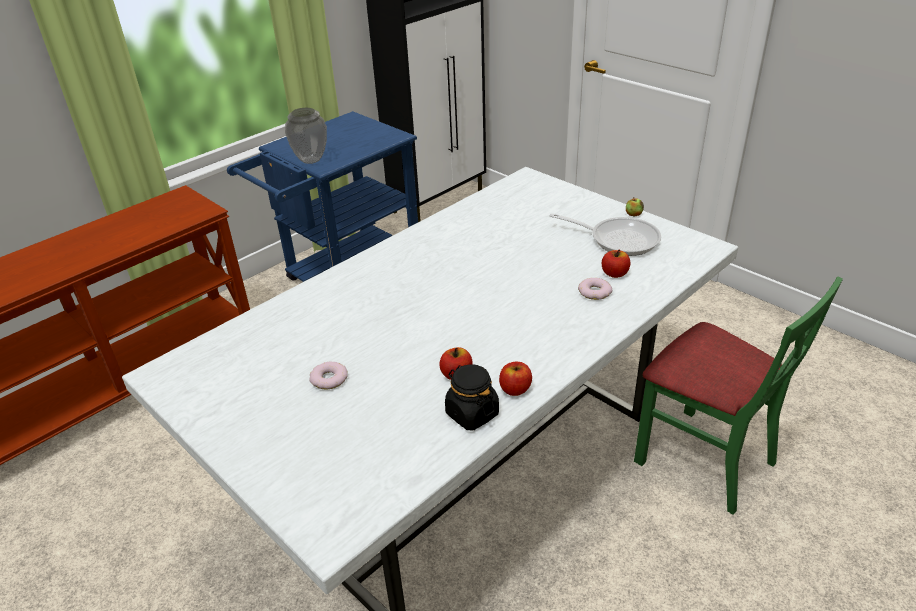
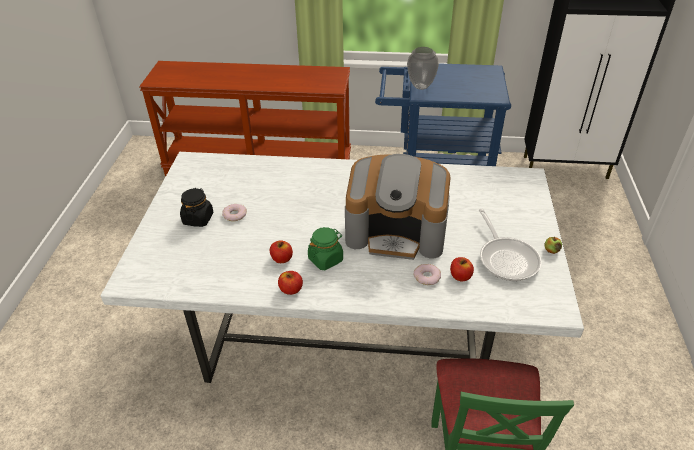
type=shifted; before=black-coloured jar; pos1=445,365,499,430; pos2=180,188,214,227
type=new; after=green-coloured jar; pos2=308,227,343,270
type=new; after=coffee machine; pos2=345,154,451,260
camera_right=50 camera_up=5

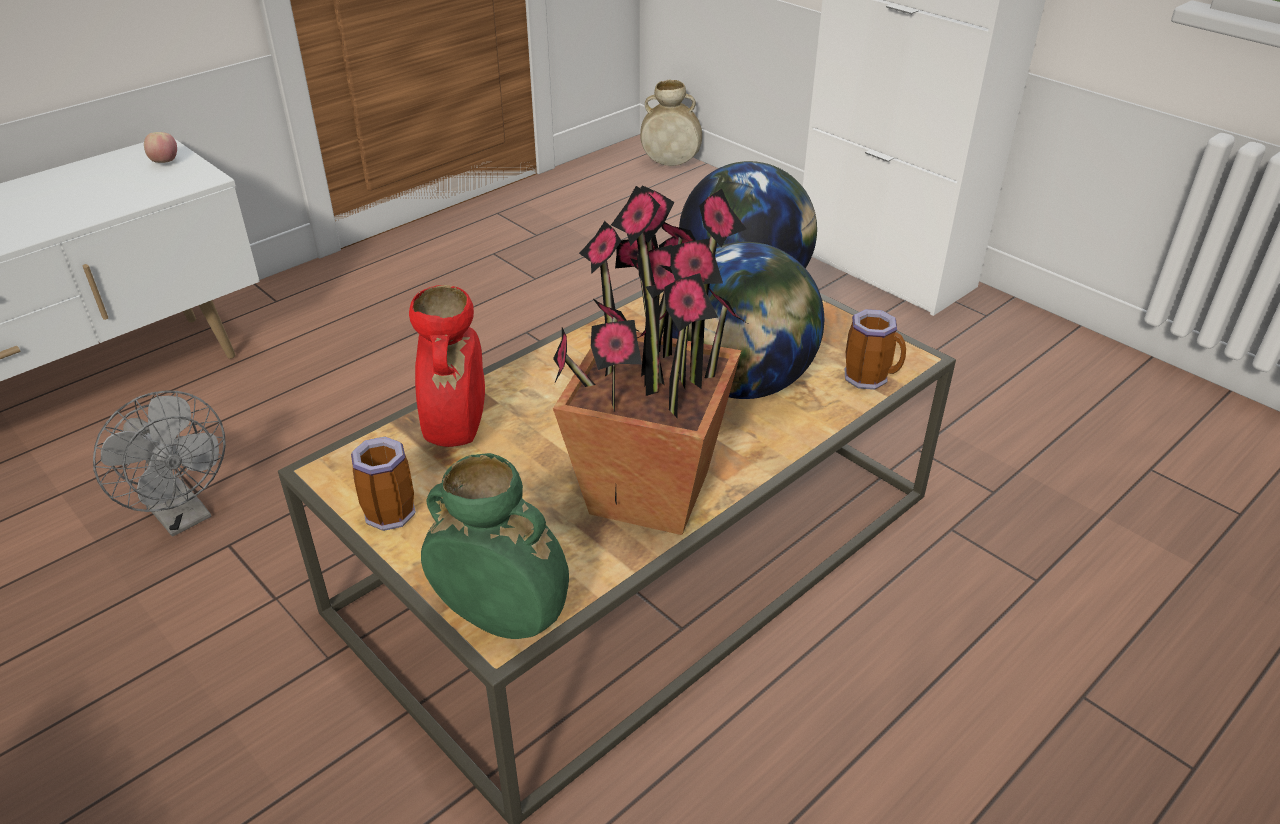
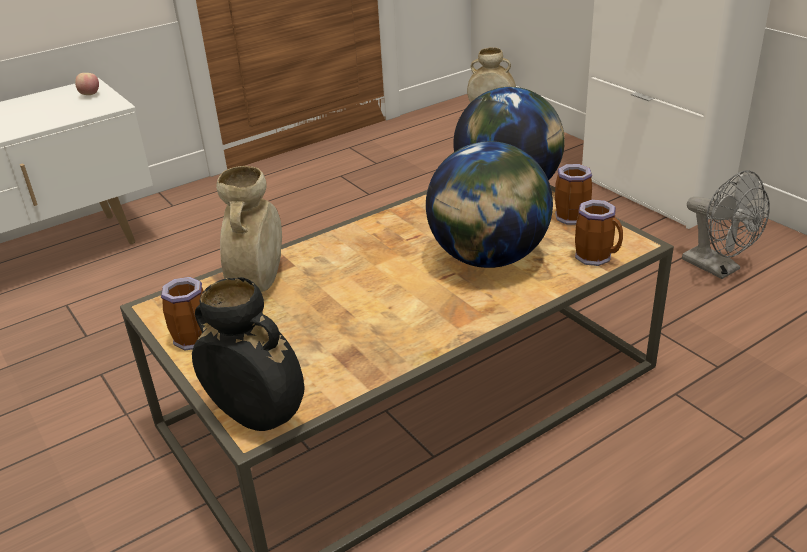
type=shifted; before=grey fan; pos1=93,391,226,537; pos2=682,171,770,279
type=repainted; before=red flower vase; after=beige-coloured flower vase; pos1=409,285,485,447; pos2=216,166,282,292
type=repainted; before=green-coloured flower vase; after=black-coloured flower vase; pos1=421,453,569,639; pos2=192,277,304,431
type=gone; before=plant in a pot; pos1=553,185,747,535
type=new; after=tea mug; pos2=555,164,592,225
camera_right=10 camera_up=-5

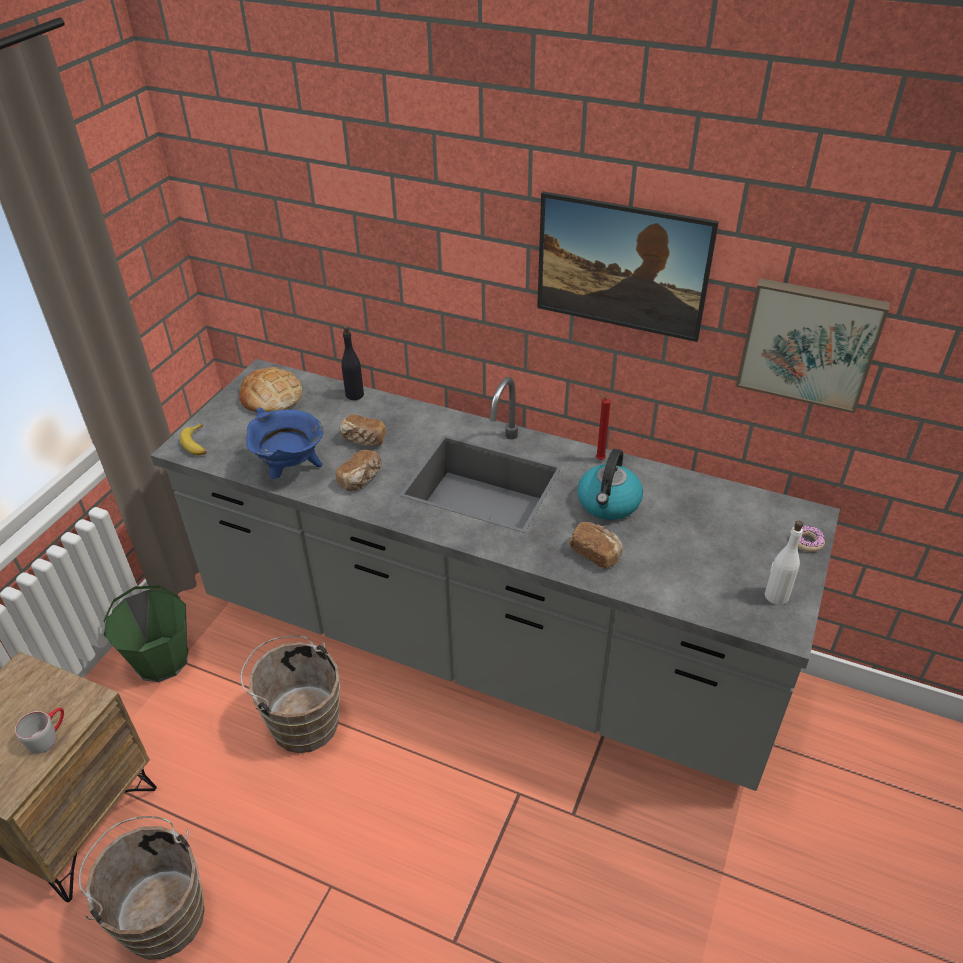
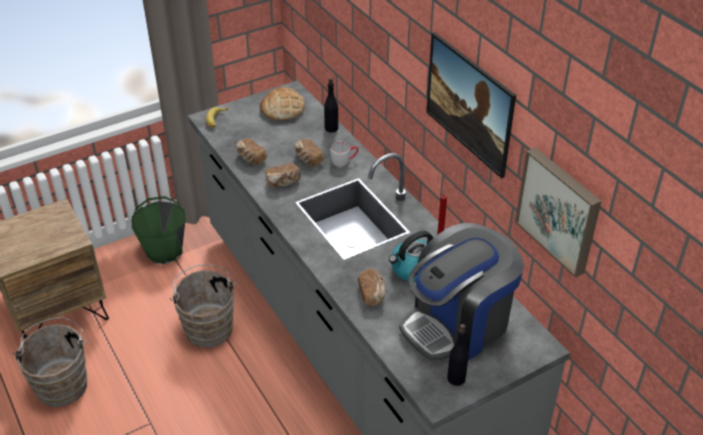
type=shifted; before=grey tea mug; pos1=15,708,64,754; pos2=330,142,358,167
type=swapped; before=blue stockpot; after=bakery bread; pos1=246,407,323,479; pos2=236,138,267,166
type=repainted; before=whitish beverage bottle; after=black-coloured beverage bottle; pos1=765,520,803,605; pos2=447,324,469,386
type=gone; before=donut; pos1=798,526,825,552
type=new; after=coffee machine; pos2=399,223,524,361
camera_right=35 camera_up=0

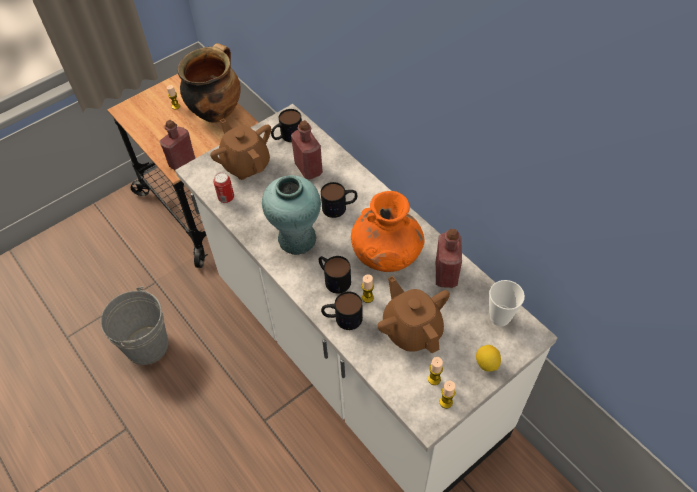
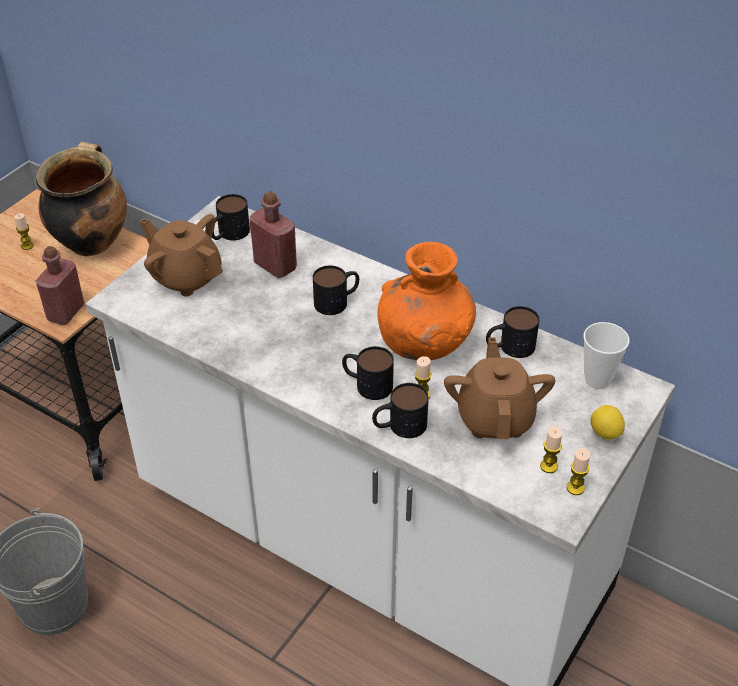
type=gone; before=can; pos1=213,173,234,203
type=gone; before=turquoise flower vase; pos1=262,175,321,255
type=rotated; before=brownish teapot; pos1=377,276,450,353; pos2=444,337,555,439; turn=45
type=swapped; before=red beverage bottle; after=tea mug; pos1=436,229,462,288; pos2=486,306,539,358
camera_right=-20 camera_up=-10

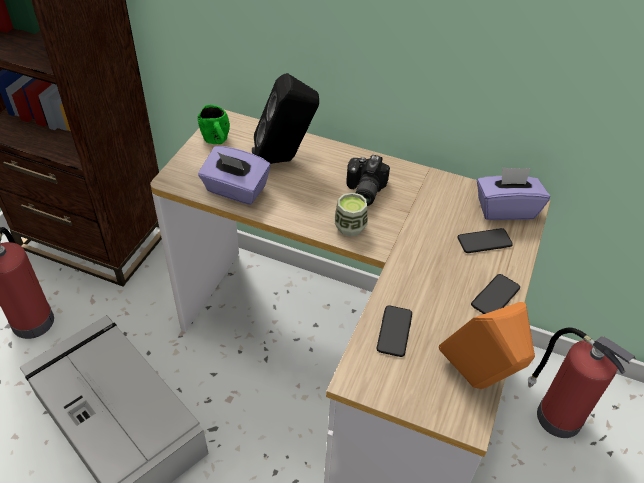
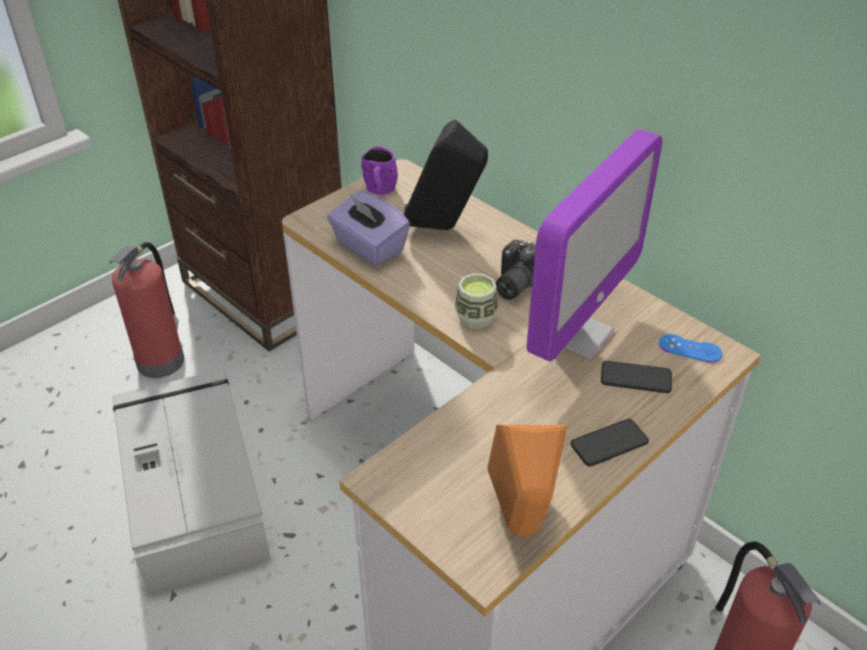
type=repainted; before=green-coloured tea mug; after=purplish tea mug; pos1=198,105,230,144; pos2=361,146,398,195
type=gone; before=telephone; pos1=376,306,412,357
type=swapped; before=purplish box of tissues; after=blue gamepad; pos1=477,167,550,220; pos2=659,334,722,363
type=new; after=monitor; pos2=527,129,662,361
camera_right=25 camera_up=-5

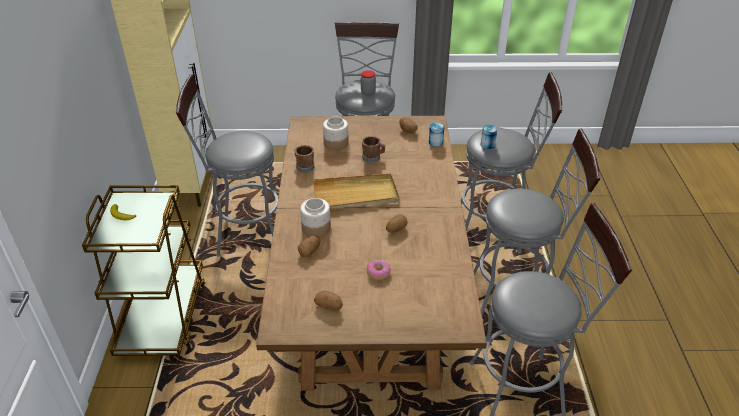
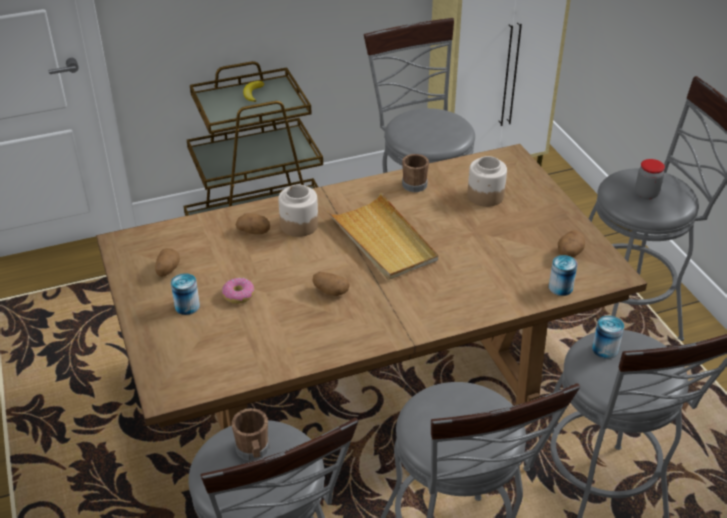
type=shifted; before=brownish tea mug; pos1=362,136,385,163; pos2=232,408,269,461
type=new; after=can; pos2=171,273,200,315
camera_right=70 camera_up=0

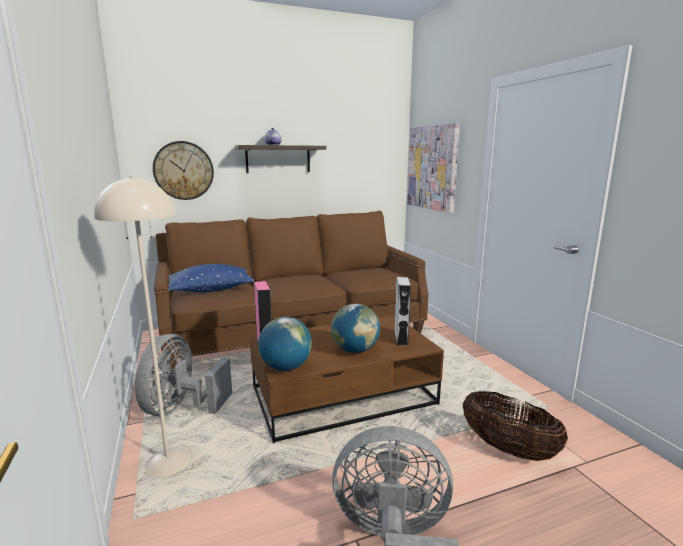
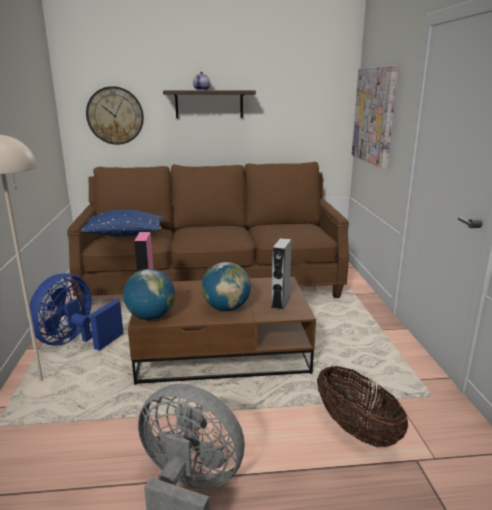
type=repainted; before=grey fan; after=blue fan; pos1=135,334,232,416; pos2=28,273,124,351
camera_right=15 camera_up=5

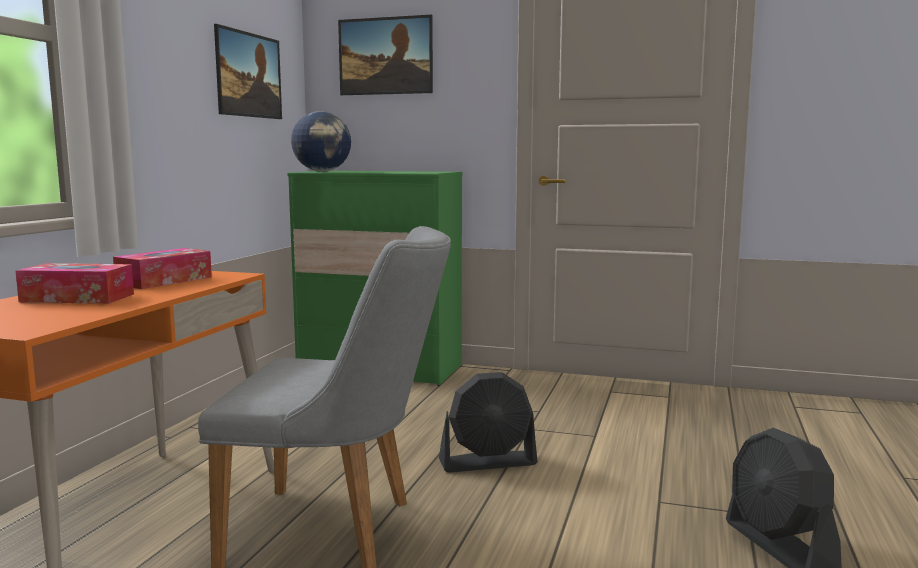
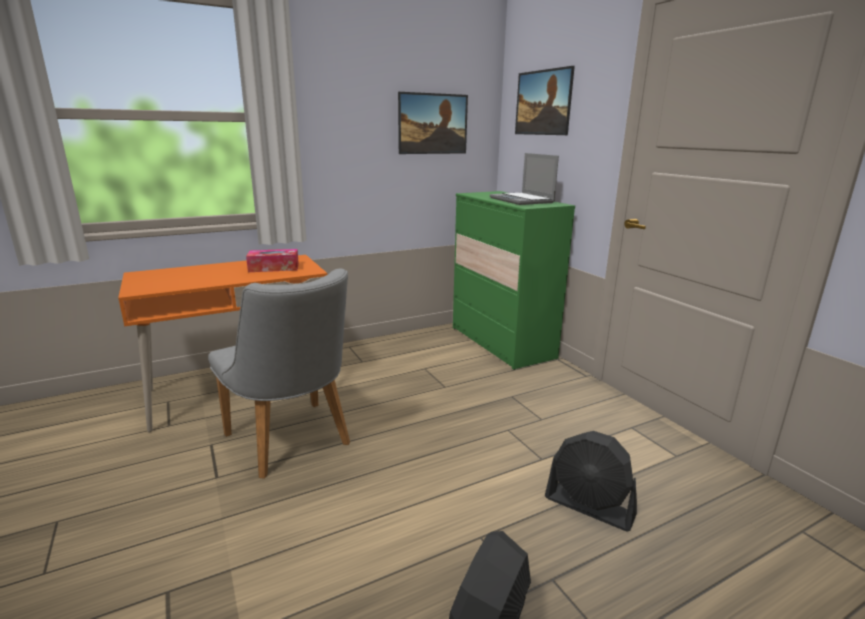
type=gone; before=box of tissues; pos1=15,263,134,304
type=gone; before=globe; pos1=291,111,351,171
type=shifted; before=black-coloured fan; pos1=439,372,538,473; pos2=545,431,637,531
type=new; after=laptop; pos2=490,153,559,205
camera_right=45 camera_up=10

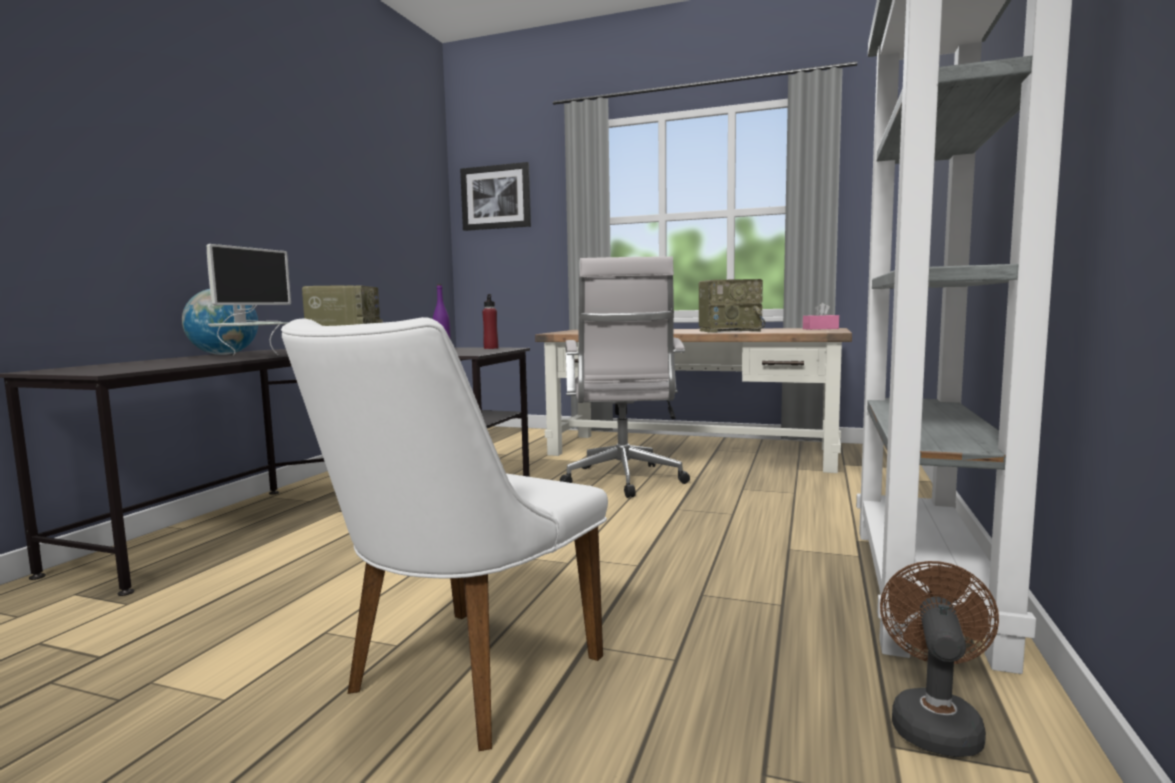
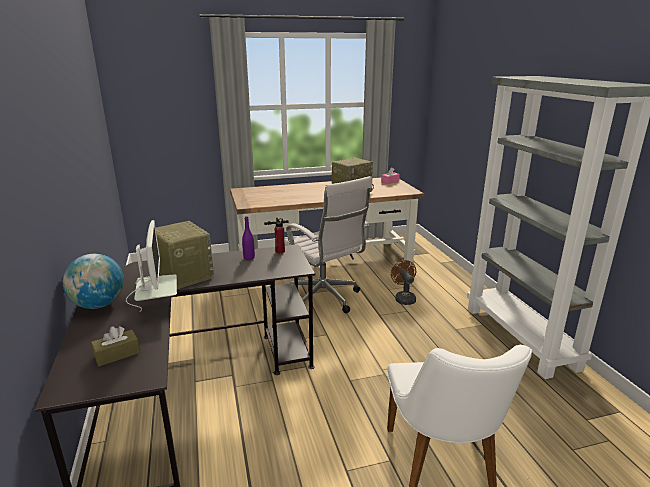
type=gone; before=wall picture; pos1=460,162,531,231
type=shifted; before=brownish fan; pos1=880,561,999,757; pos2=391,260,416,305
type=new; after=brownish box of tissues; pos2=91,326,140,367
camera_right=-35 camera_up=15

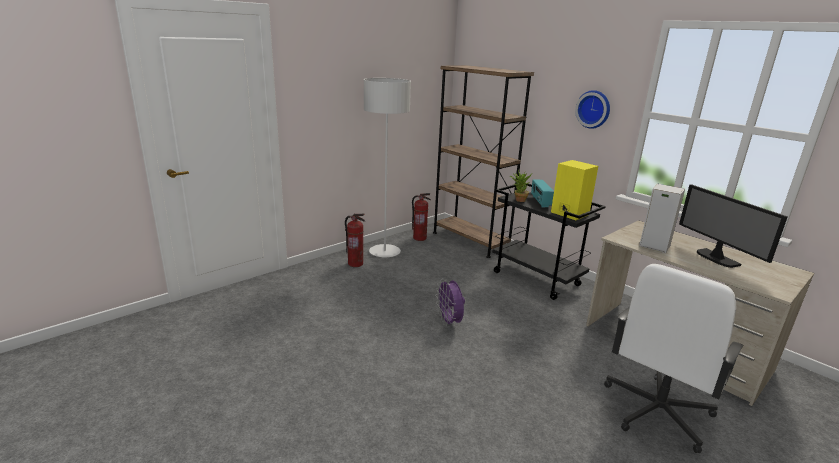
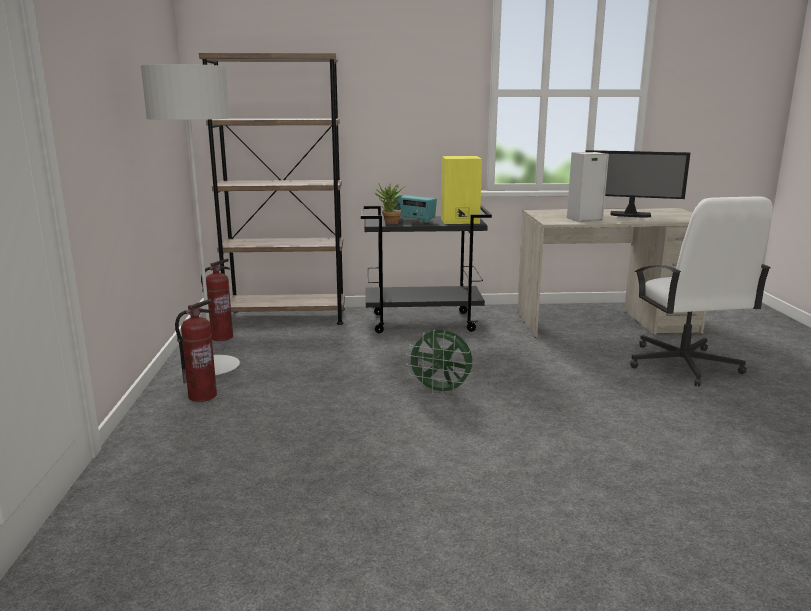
type=repainted; before=purplish fan; after=green-coloured fan; pos1=435,279,465,324; pos2=406,330,473,396
type=gone; before=hanging clock; pos1=575,90,610,129
camera_right=-50 camera_up=-5

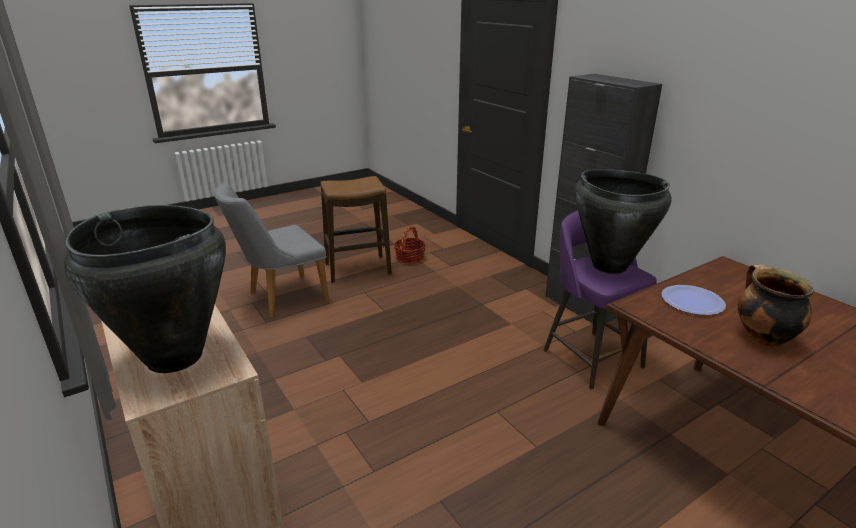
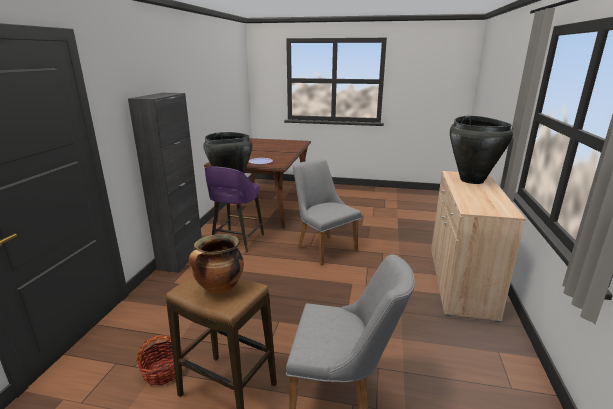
type=shifted; before=stockpot; pos1=738,265,814,347; pos2=189,234,244,295
type=new; after=grey chair; pos2=293,159,361,266
camera_right=-135 camera_up=-5

